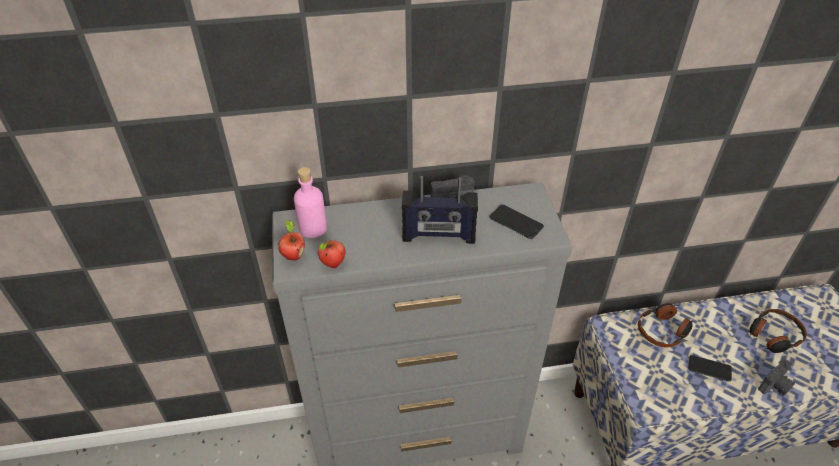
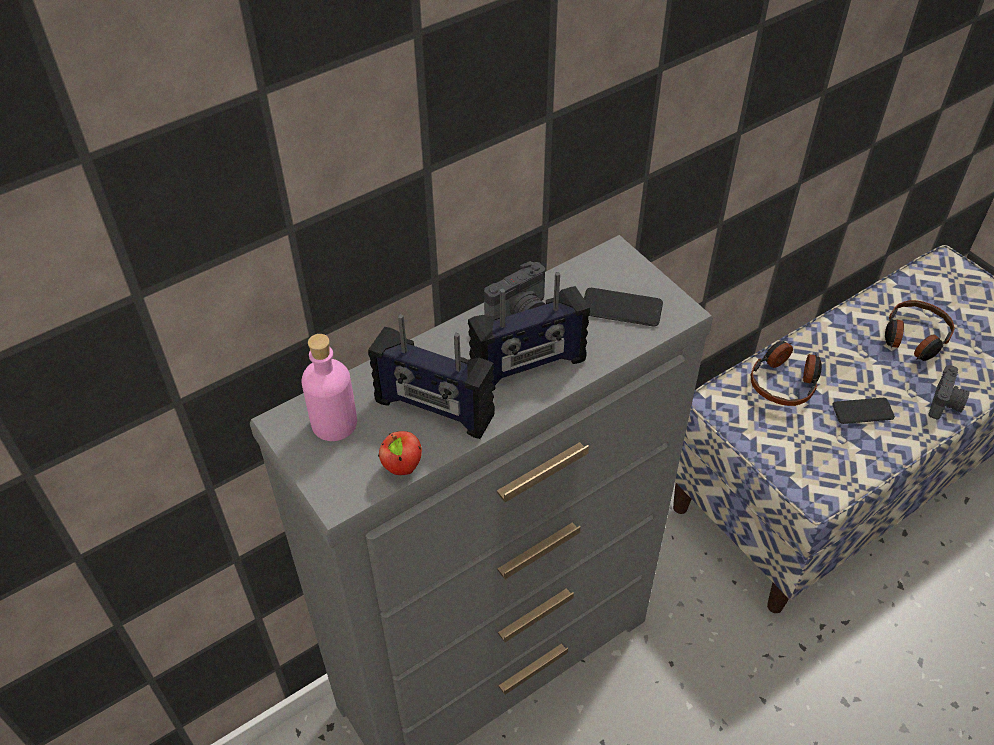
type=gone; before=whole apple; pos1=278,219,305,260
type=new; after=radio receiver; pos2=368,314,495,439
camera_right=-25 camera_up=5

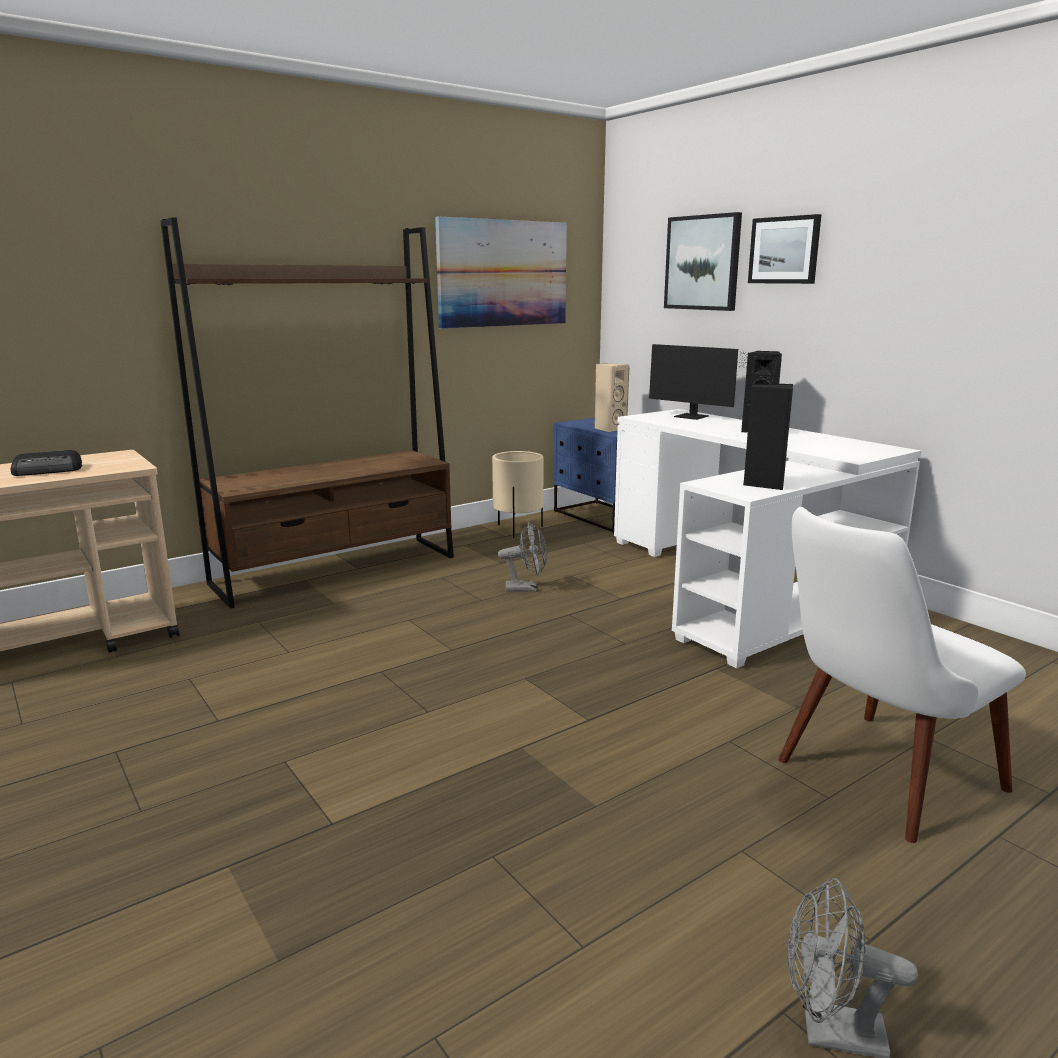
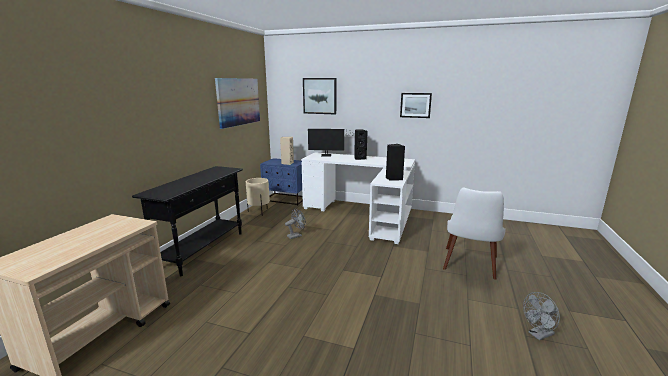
type=gone; before=radio receiver; pos1=10,450,82,476
type=swapped; before=brownish shelving unit; after=black-coloured hall table; pos1=160,217,454,609; pos2=132,166,243,276
type=shifted; before=wall picture; pos1=748,214,821,284; pos2=400,93,432,118
camera_right=-35 camera_up=0

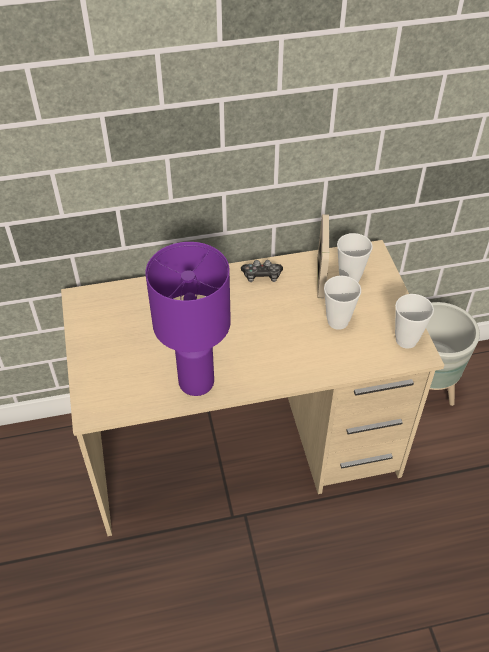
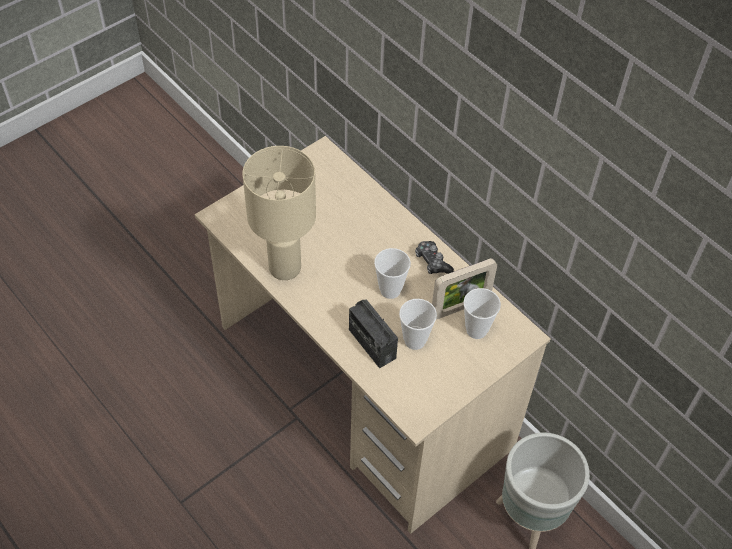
type=repainted; before=purplish tabletop lamp; after=beige-coloured tabletop lamp; pos1=145,242,231,396; pos2=242,146,316,280
type=shifted; before=cup; pos1=395,294,434,349; pos2=374,248,411,299
type=new; after=radio receiver; pos2=349,299,398,368
camera_right=60 camera_up=5

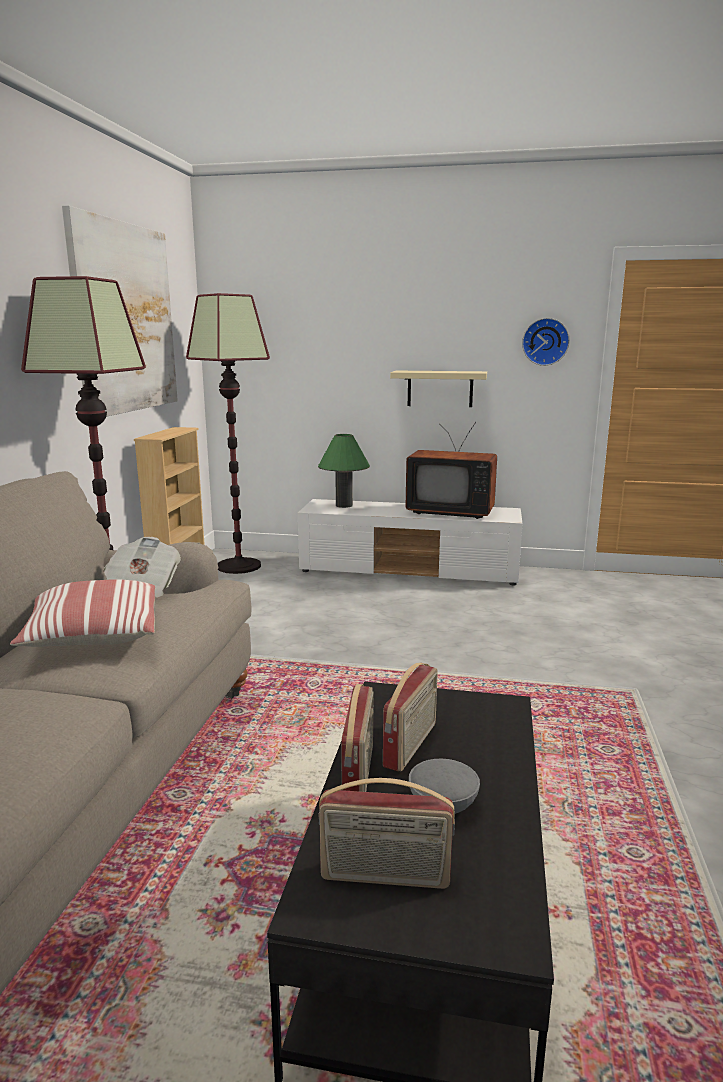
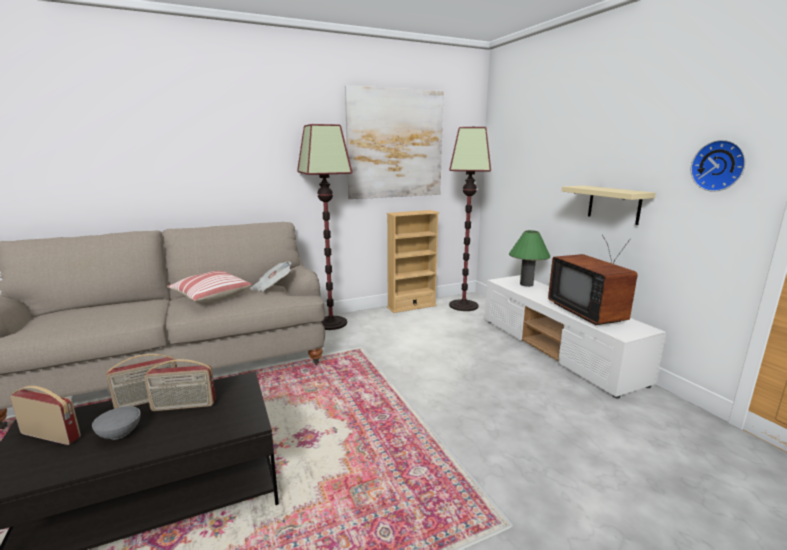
type=rotated; before=radio receiver; pos1=318,778,455,889; pos2=10,386,81,445; turn=135
camera_right=55 camera_up=0

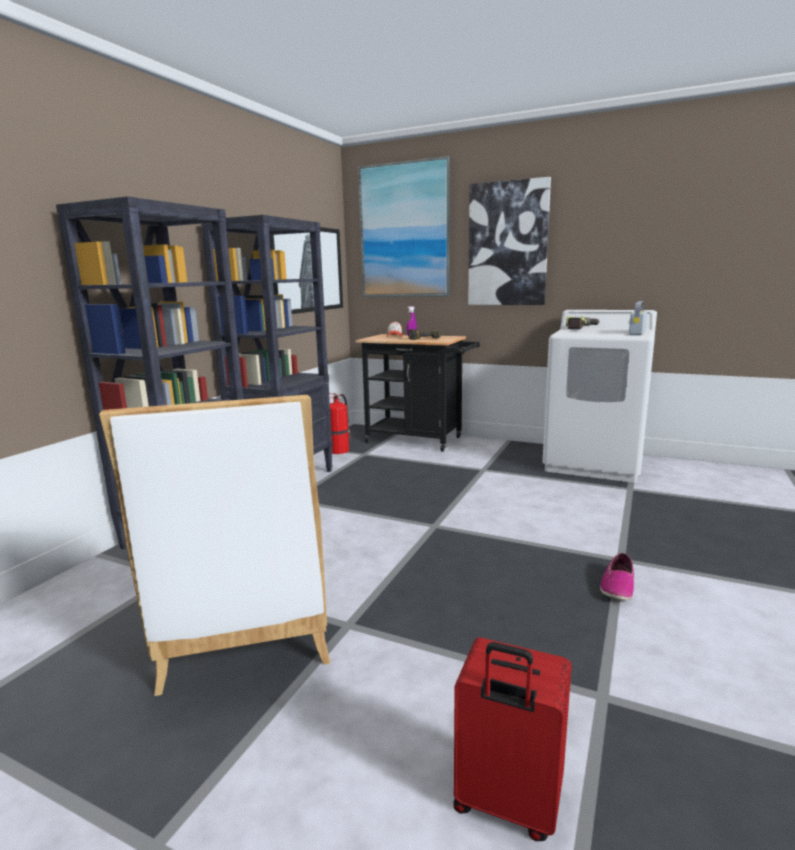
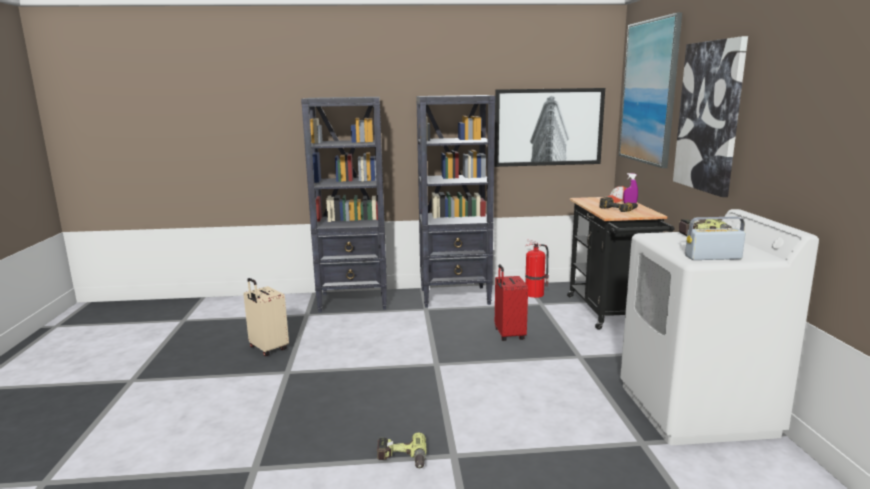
type=swapped; before=whitish chair; after=beige-coloured suitcase; pos1=99,395,330,696; pos2=243,278,289,356
type=shifted; before=red suitcase; pos1=454,638,572,841; pos2=495,264,528,341
type=swapped; before=shoe; after=electric drill; pos1=600,553,634,600; pos2=377,432,427,468
camera_right=60 camera_up=0

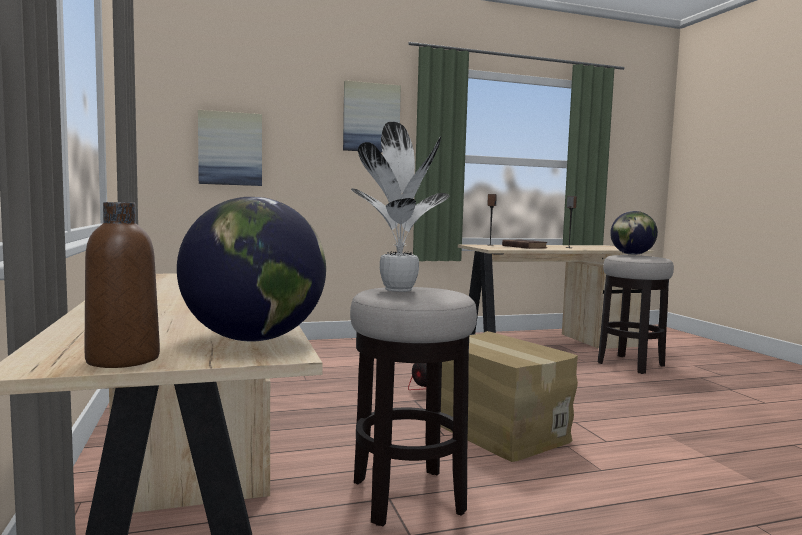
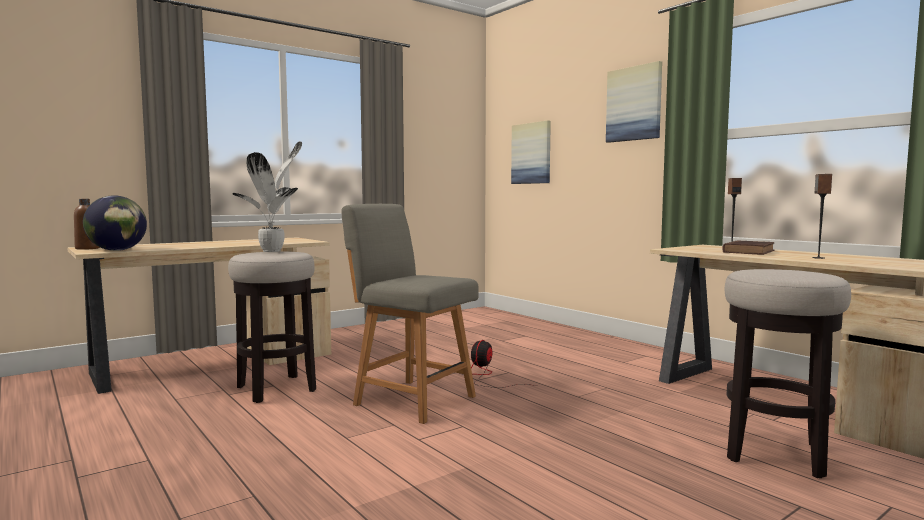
type=swapped; before=carton; after=grey chair; pos1=440,331,578,462; pos2=342,204,479,424
type=gone; before=globe; pos1=610,211,658,255
camera_right=70 camera_up=0

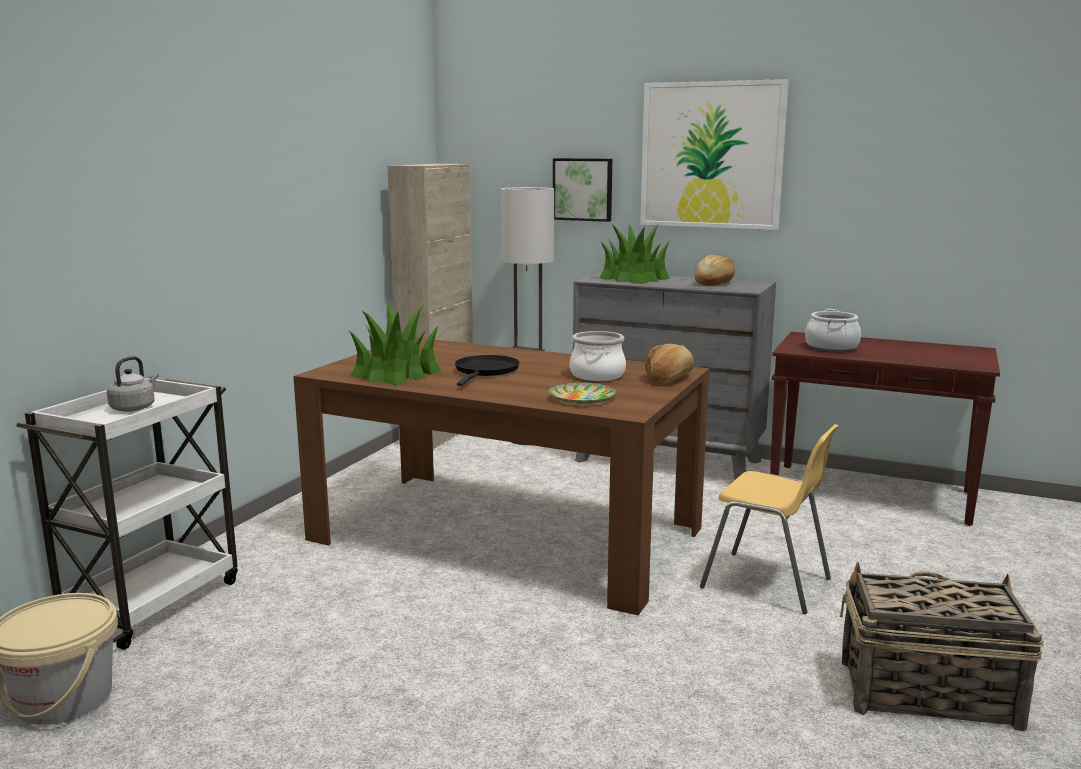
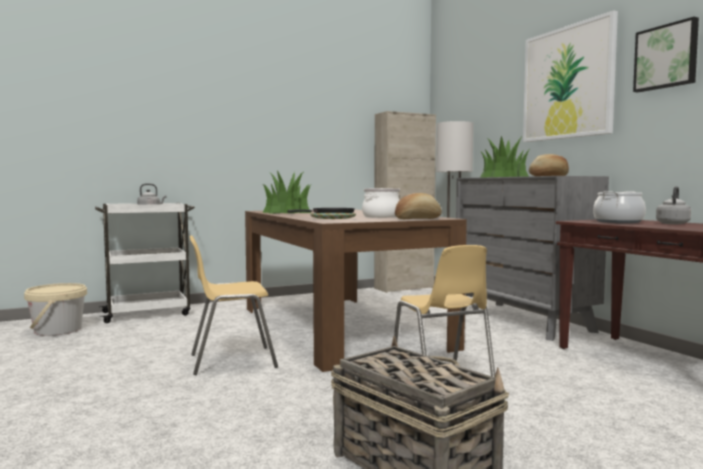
type=shifted; before=wall picture; pos1=553,158,612,222; pos2=633,17,699,92
type=new; after=yellow chair; pos2=190,235,278,375
type=new; after=grey water kettle; pos2=656,186,691,224
camera_right=40 camera_up=-10

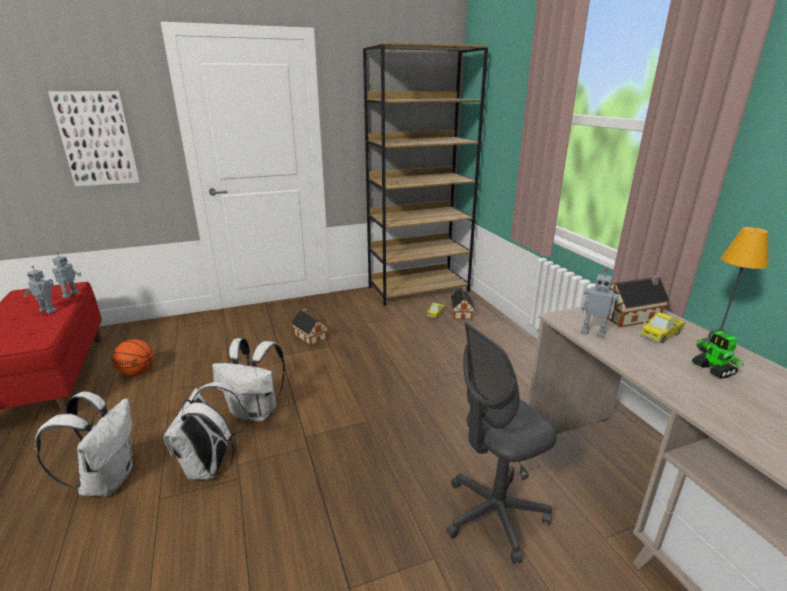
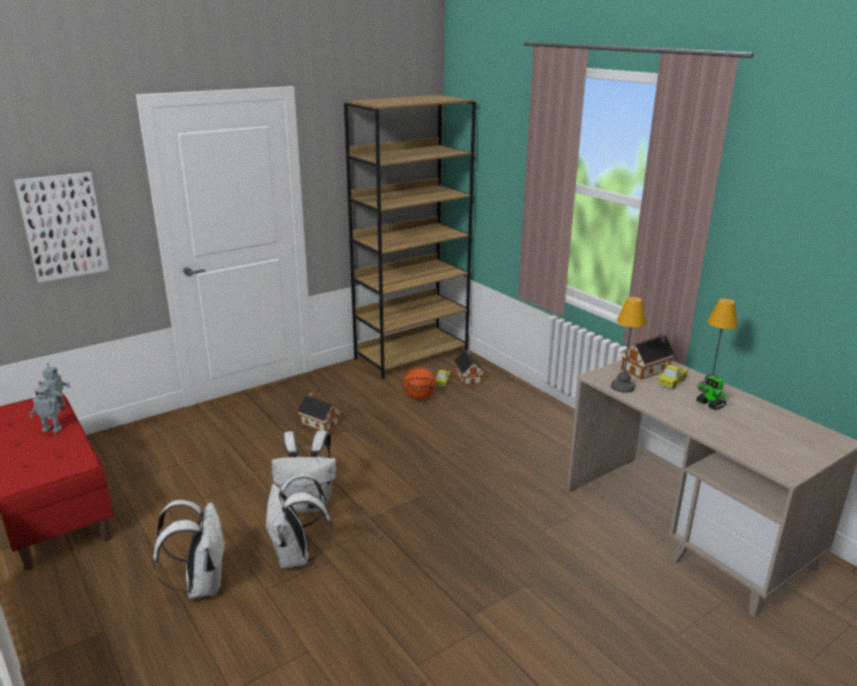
type=shifted; before=basketball ball; pos1=112,339,154,376; pos2=402,367,436,400
type=gone; before=grey office chair; pos1=447,322,557,564
type=swapped; before=robot figure; after=tabletop lamp; pos1=581,269,619,338; pos2=611,297,646,393
camera_right=-15 camera_up=0

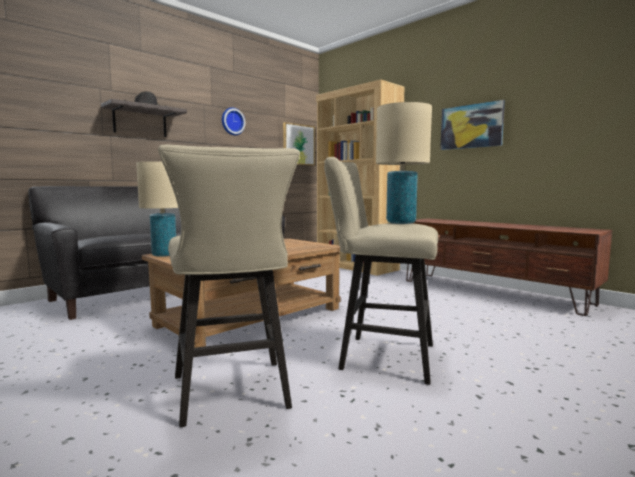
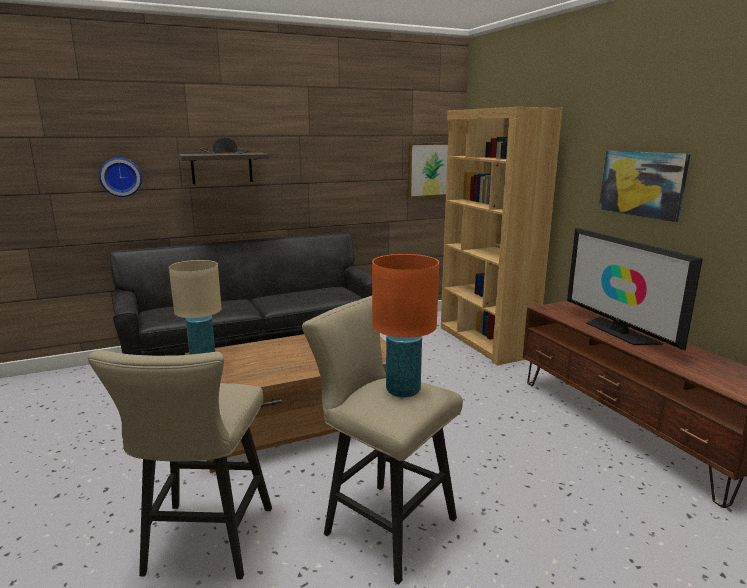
type=shifted; before=hanging clock; pos1=222,107,246,135; pos2=99,158,142,197
type=repainted; before=beige-coloured tabletop lamp; after=orangey tabletop lamp; pos1=376,102,432,224; pos2=372,254,439,398
type=new; after=television; pos2=567,228,703,350
camera_right=20 camera_up=10

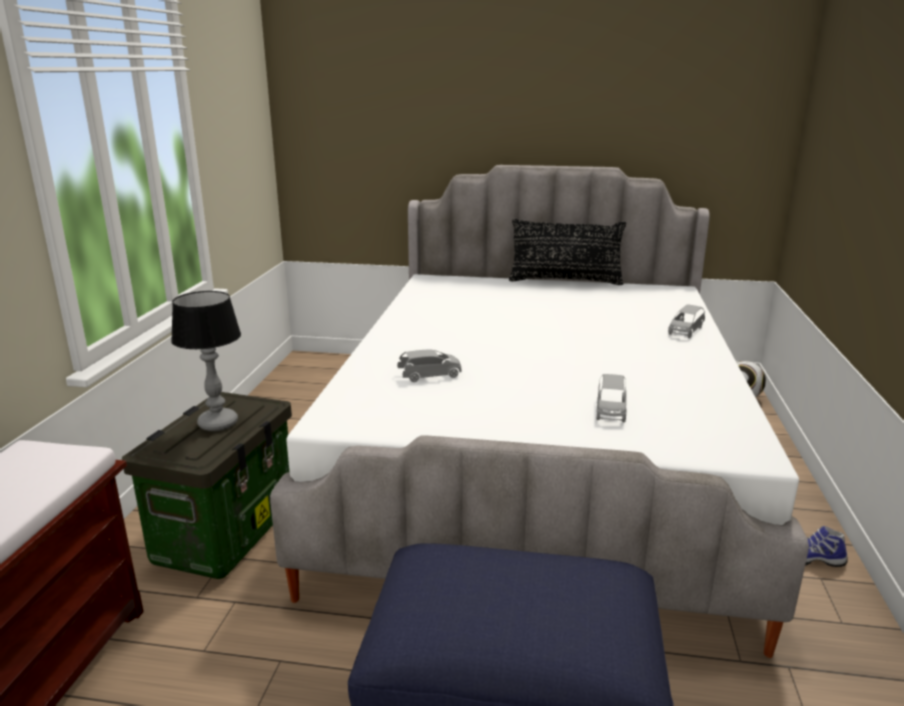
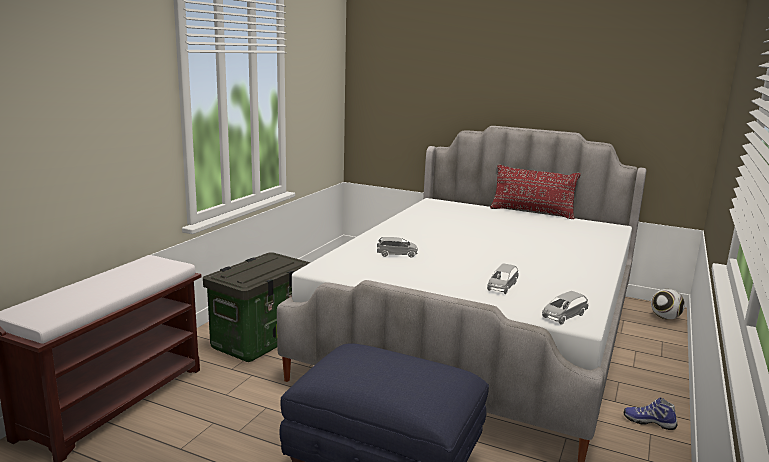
type=gone; before=tabletop lamp; pos1=171,291,241,431
type=repainted; before=black-coloured cushion; after=red cushion; pos1=509,219,626,285; pos2=490,164,581,219
type=shifted; before=grey miniature car; pos1=668,304,705,338; pos2=542,291,588,325
camera_right=15 camera_up=-5

